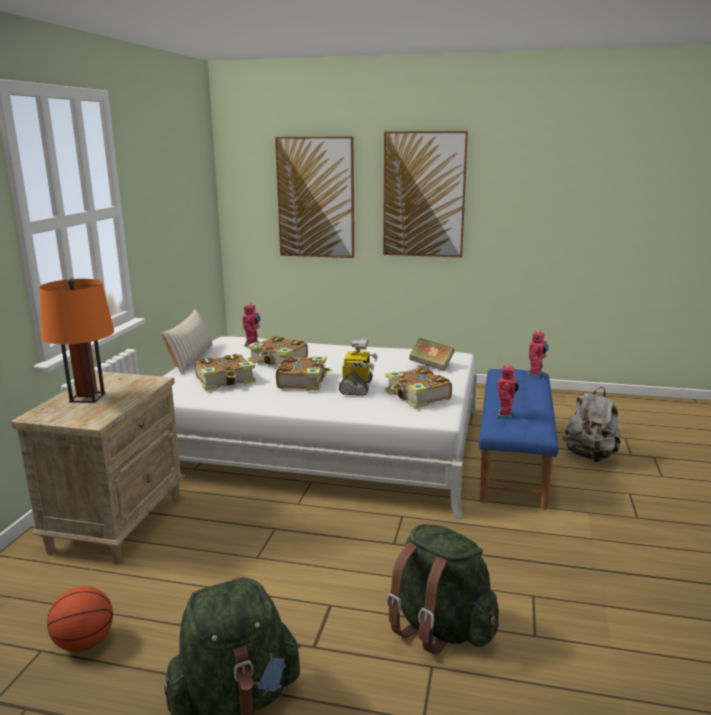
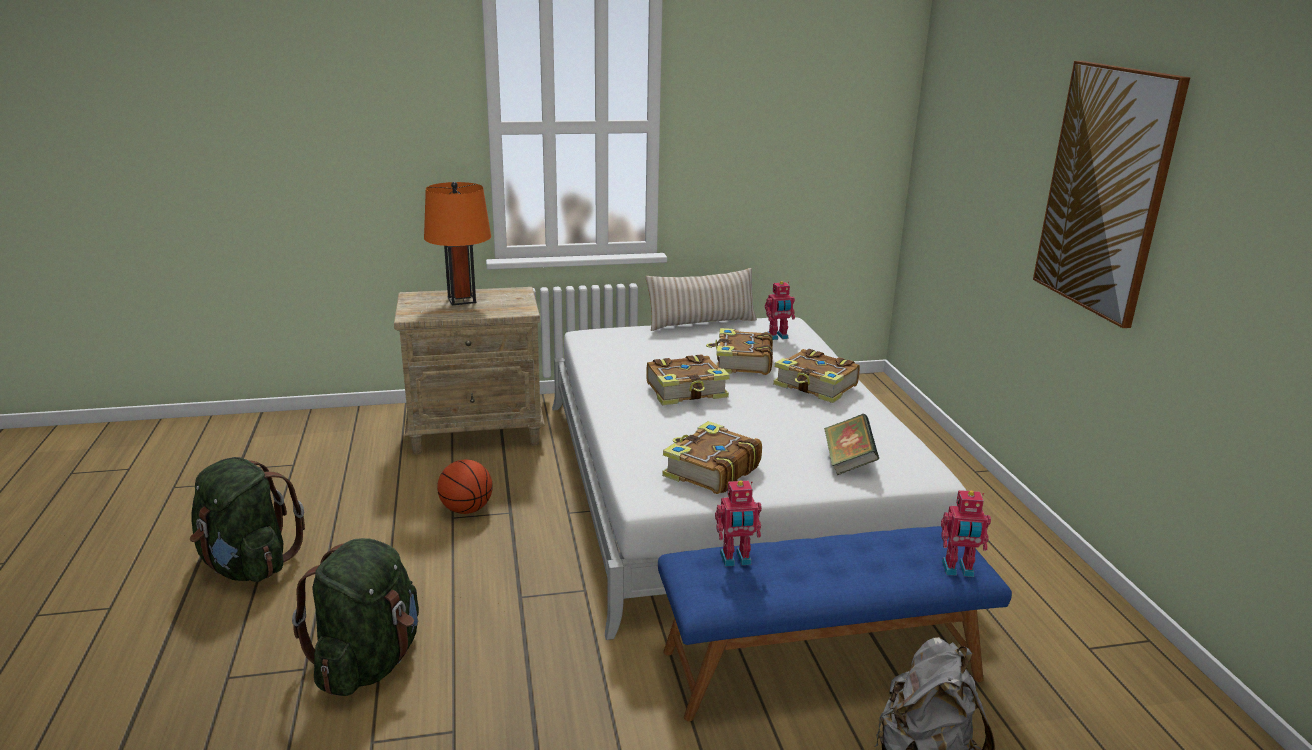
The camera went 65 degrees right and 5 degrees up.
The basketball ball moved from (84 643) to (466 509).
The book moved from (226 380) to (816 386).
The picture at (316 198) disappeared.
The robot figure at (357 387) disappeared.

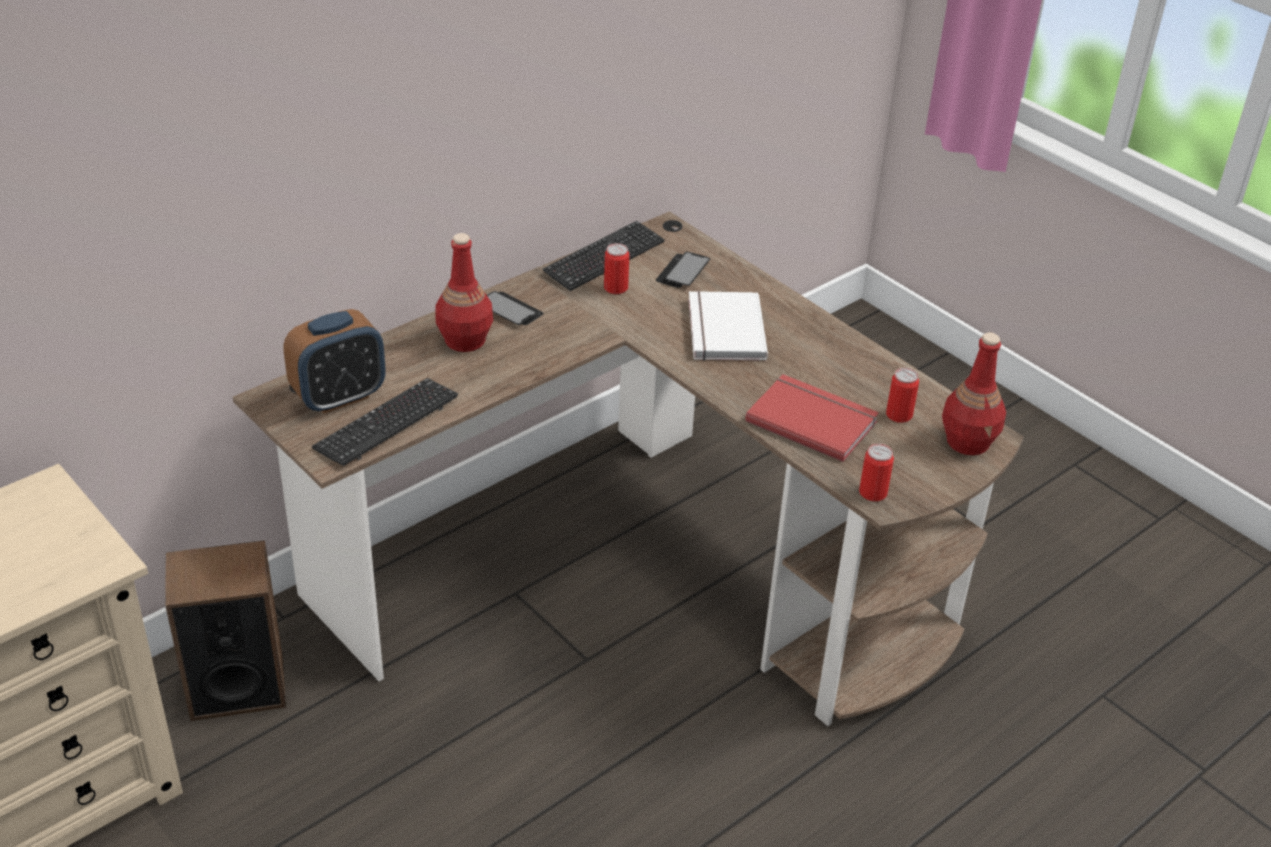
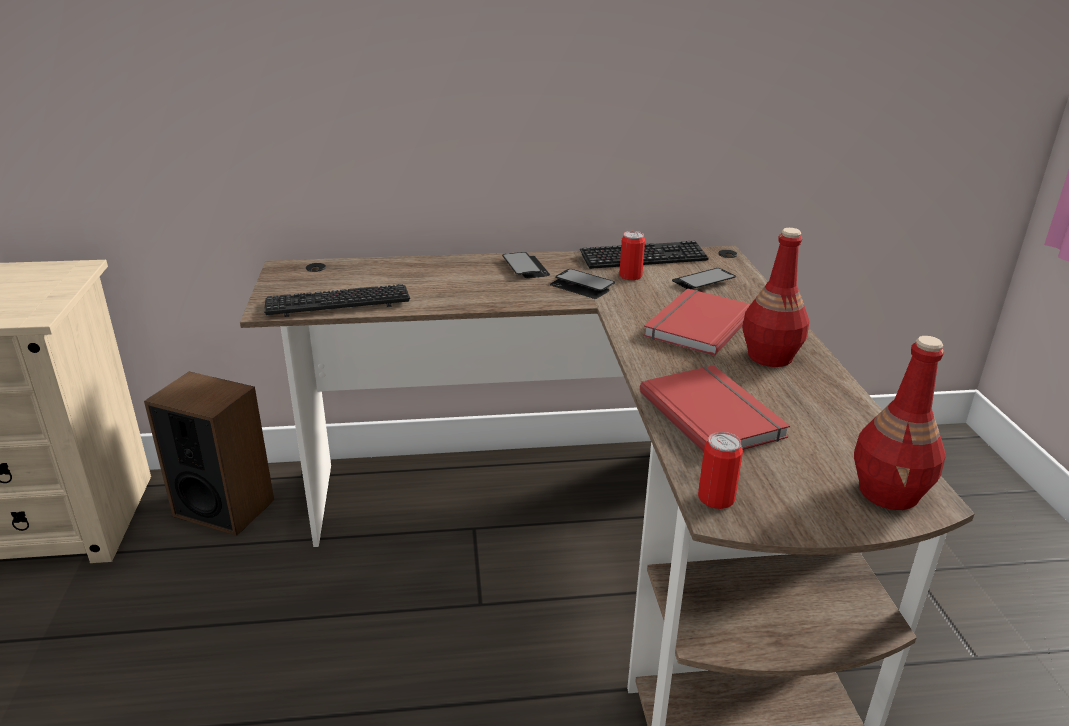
The camera went 35 degrees right and 10 degrees down.
The table clock at (339 397) disappeared.
The bottle (red) moved from (464 341) to (769 357).
The book (whitish) at (722 330) became the book (red) at (696 325).
The metal can at (899 415) disappeared.
The telephone at (582 286) appeared.

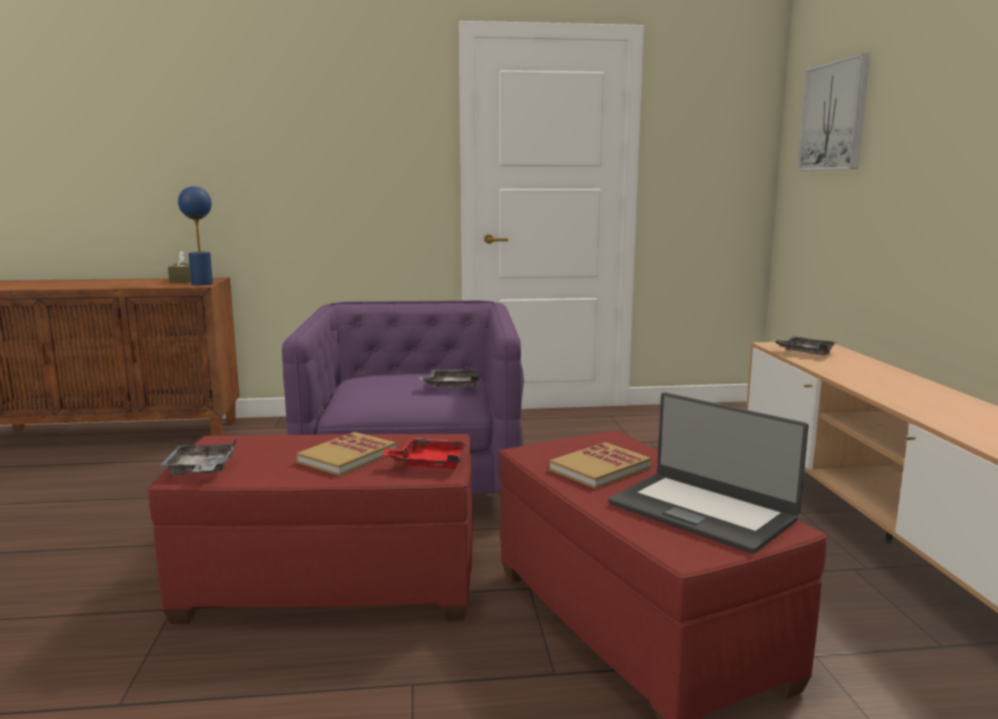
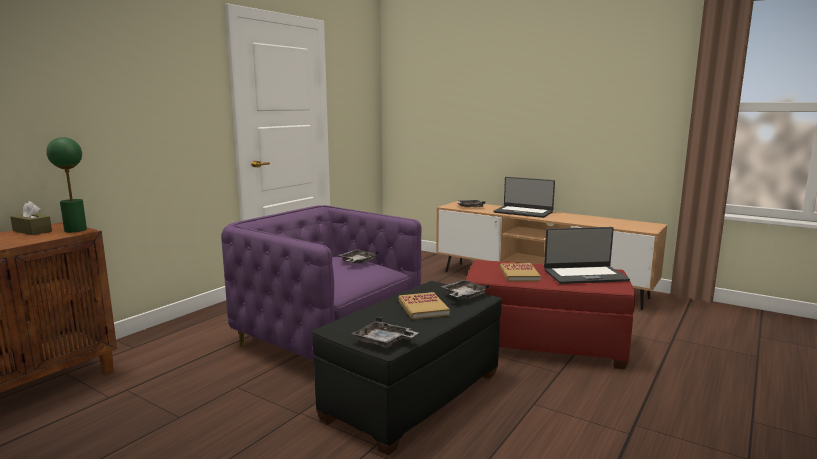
The camera went 50 degrees left and 0 degrees up.
The pouffe (red) at (331 586) became the pouffe (black-coloured) at (414 395).
The table lamp (blue) at (201 284) became the table lamp (green-coloured) at (75 230).
The serving tray (red) at (429 463) became the serving tray (gray) at (463 296).
The picture at (834 116) disappeared.
The laptop at (523 212) appeared.

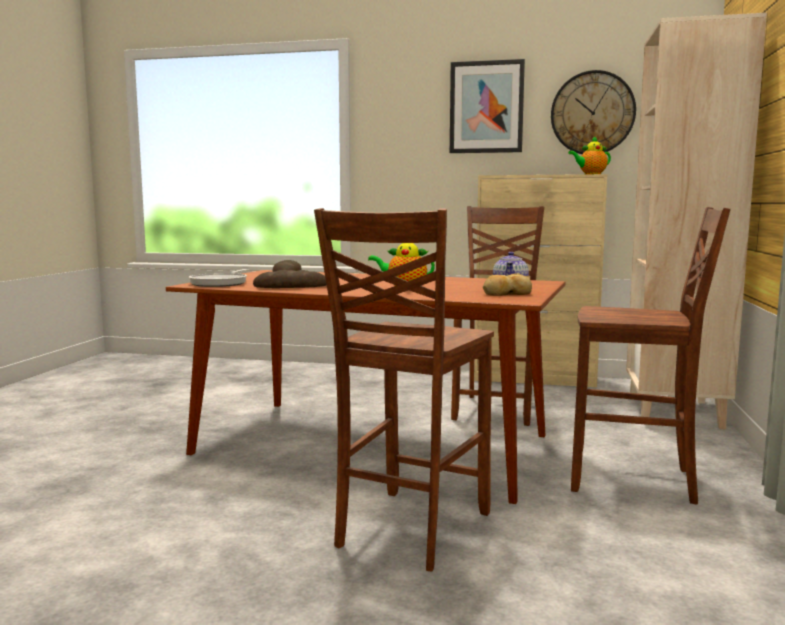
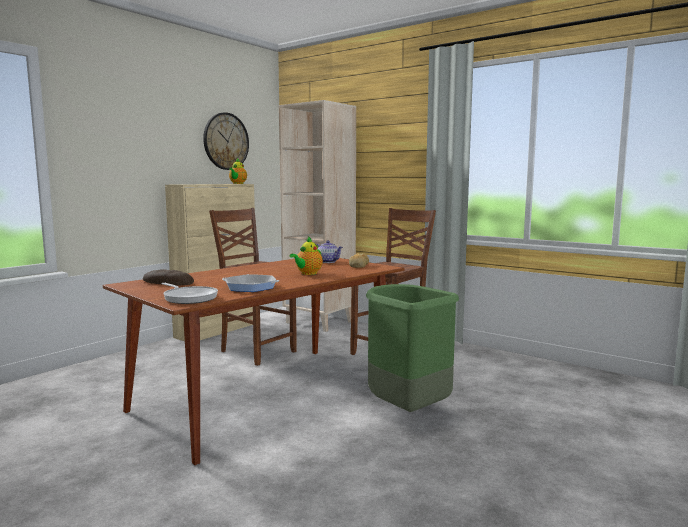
The camera went 65 degrees left and 0 degrees up.
The bread at (291 286) was replaced by the skillet at (250 287).
The upright chair (brown) at (409 530) was replaced by the waste bin (green-coloured) at (406 410).
The picture at (486 107) disappeared.

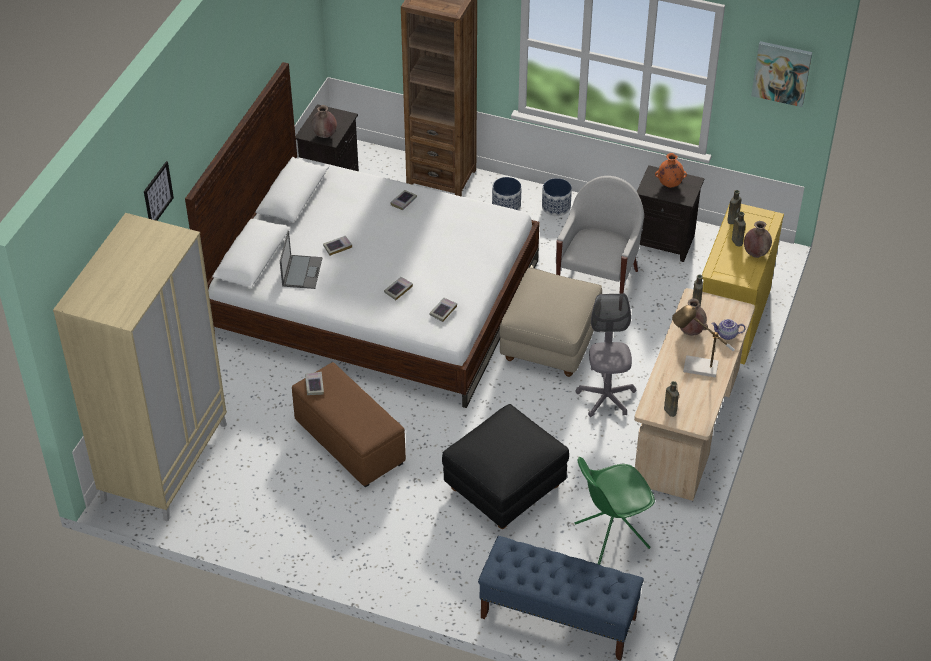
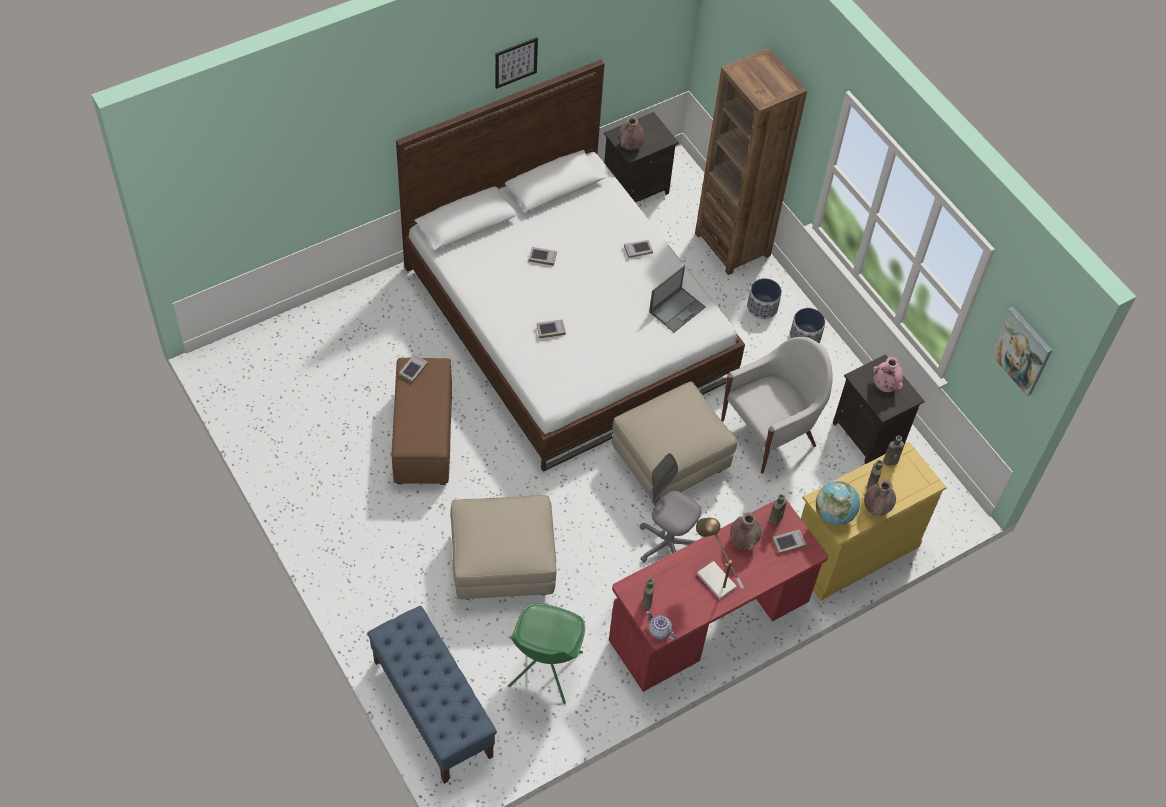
The camera went 35 degrees right and 10 degrees up.
The clothes cupboard (beige-coloured) at (165 461) disappeared.
The picture moved from (158 194) to (515 62).
The laptop moved from (302 271) to (677 309).
The book moved from (443 311) to (788 543).
The pouffe (black-coloured) at (504 489) became the pouffe (beige-coloured) at (502 565).
The upright chair (green-coloured) at (610 536) turned 90 degrees counterclockwise.
The computer chair (gray) at (606 398) turned 90 degrees counterclockwise.
The desk unit (beige-coloured) at (687 427) became the desk unit (red) at (709 622).
The vase (orange) at (669 184) became the vase (pink-coloured) at (884 386).
The pot for tea moved from (727 335) to (659 631).
The globe at (834 514) appeared.

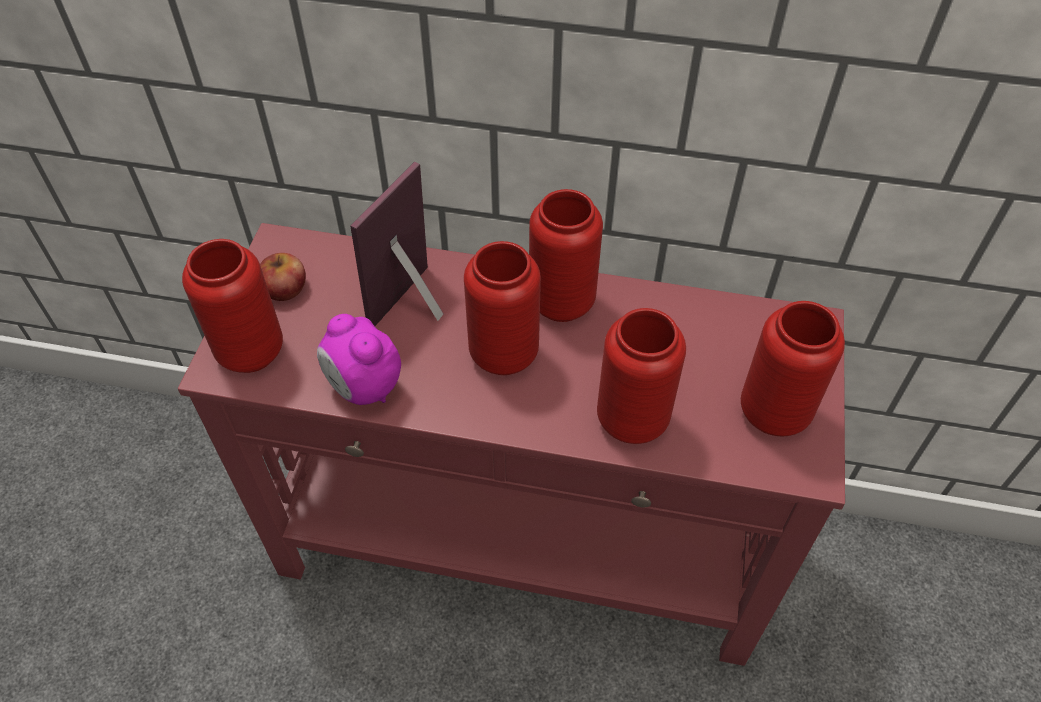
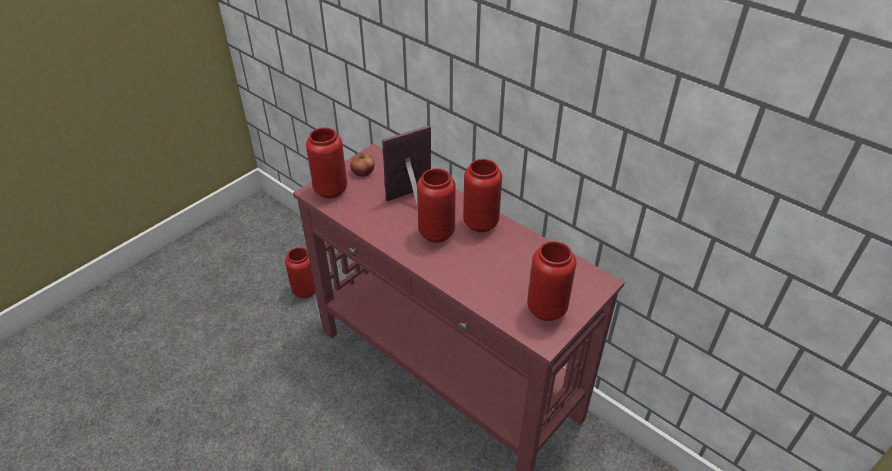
The camera went 30 degrees right and 10 degrees down.
The table clock at (364 387) disappeared.
The vase (red) moved from (632 420) to (305 291).

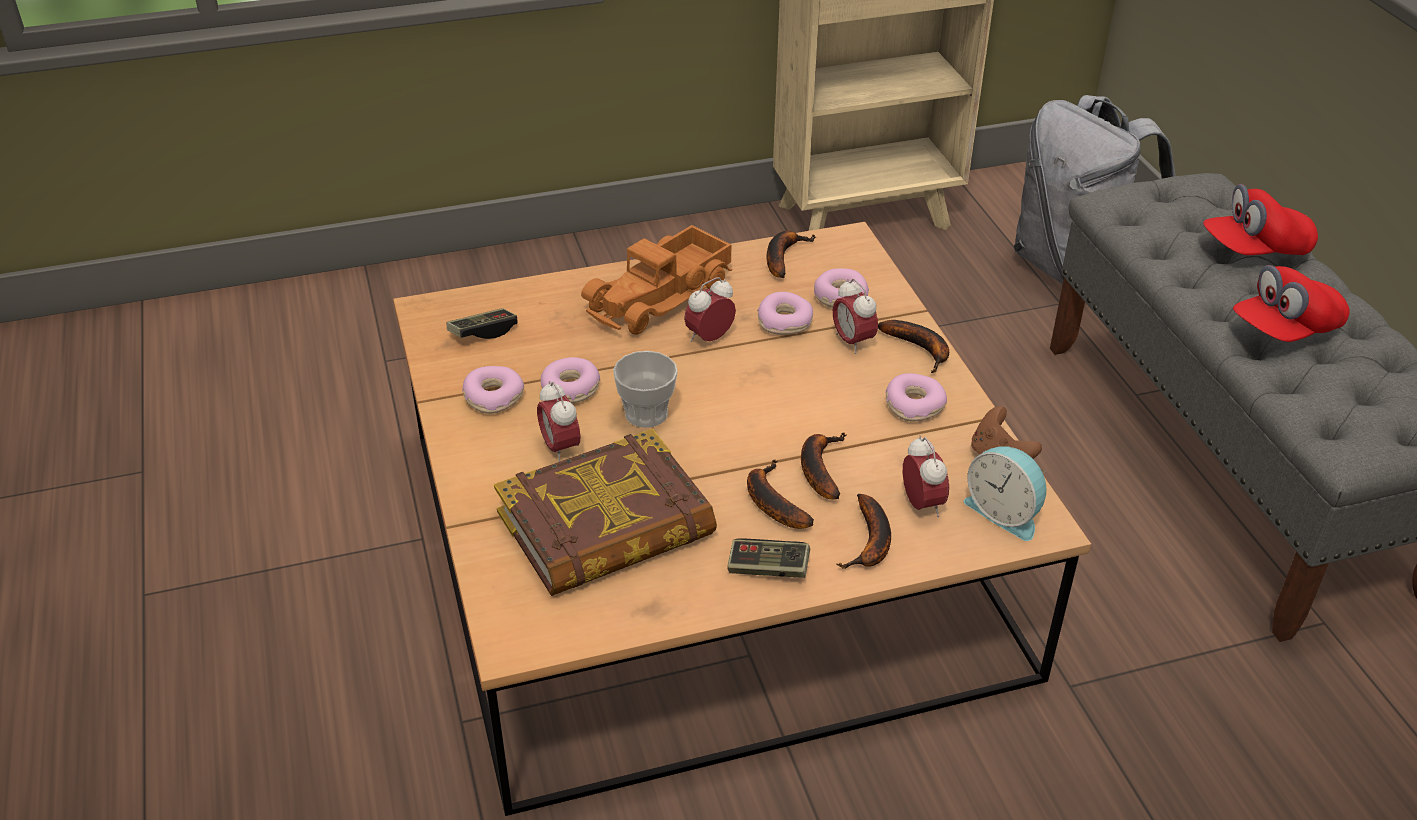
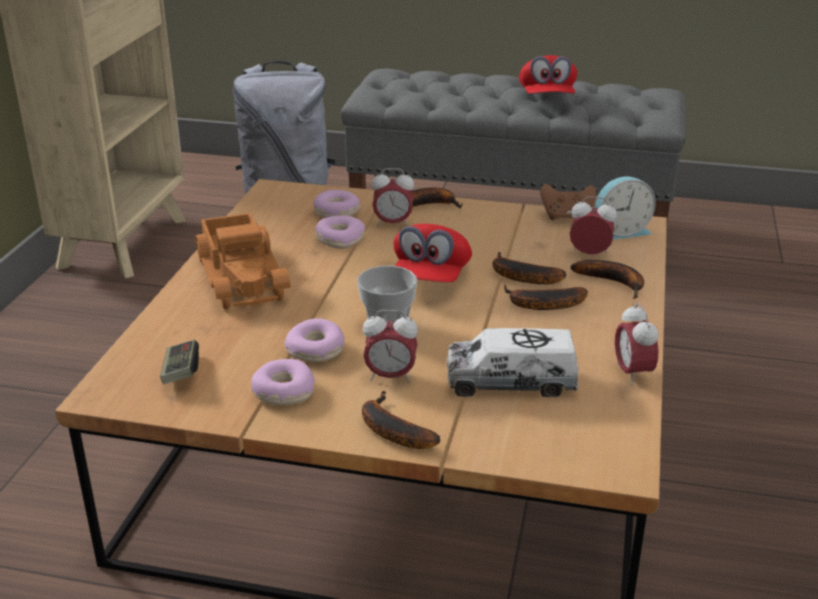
The camera went 60 degrees left and 10 degrees down.
The book at (606 526) was replaced by the model truck at (510 381).
The table clock moved from (709 338) to (632 373).
The joypad at (768 568) disappeared.
The banana fruit moved from (782 256) to (390 430).
The doughnut at (914 405) disappeared.
The peaked cap (red) moved from (1254 249) to (431 278).

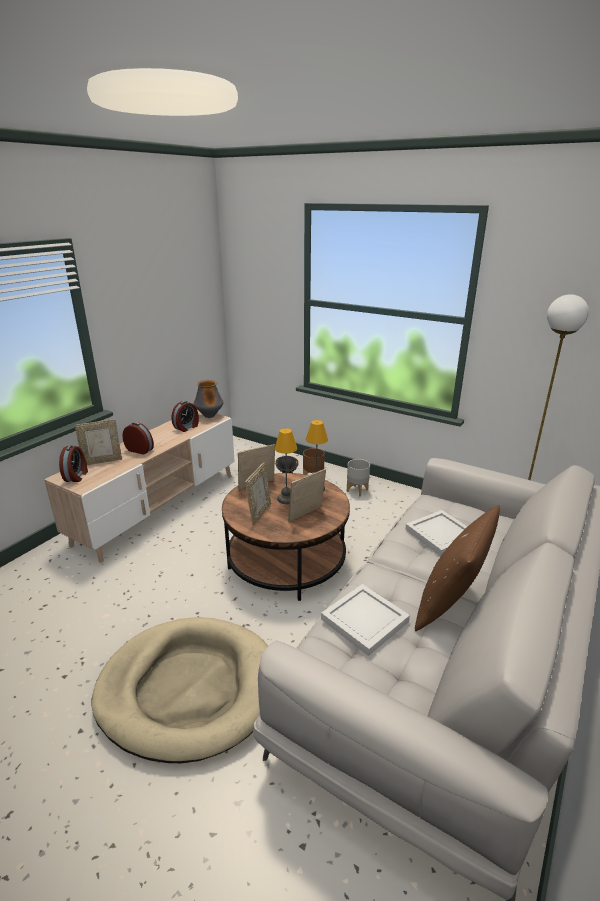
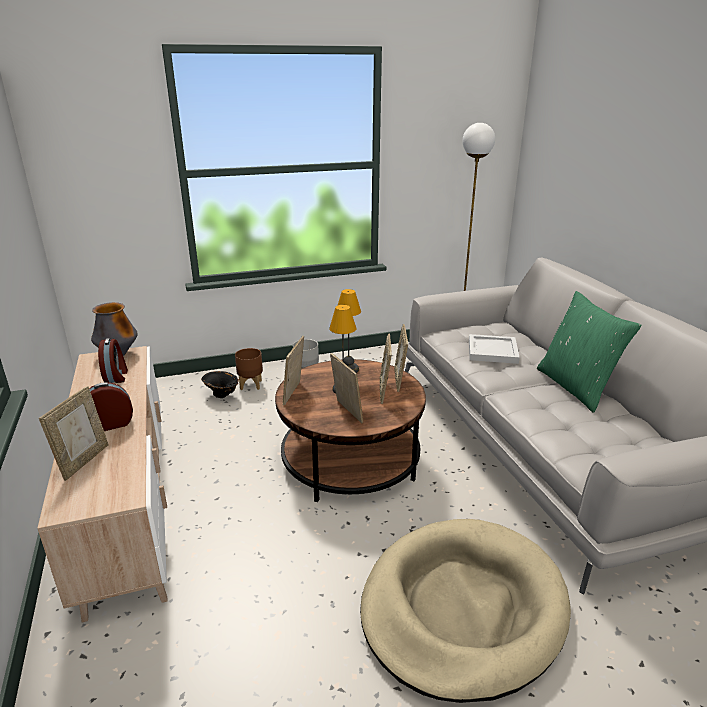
The camera went 50 degrees left and 0 degrees up.
The table clock at (76 476) disappeared.
The serving tray (whitish) at (364 619) disappeared.
The pillow (brown) at (450 605) became the pillow (green-coloured) at (576 387).
The photo frame at (400 380) appeared.

